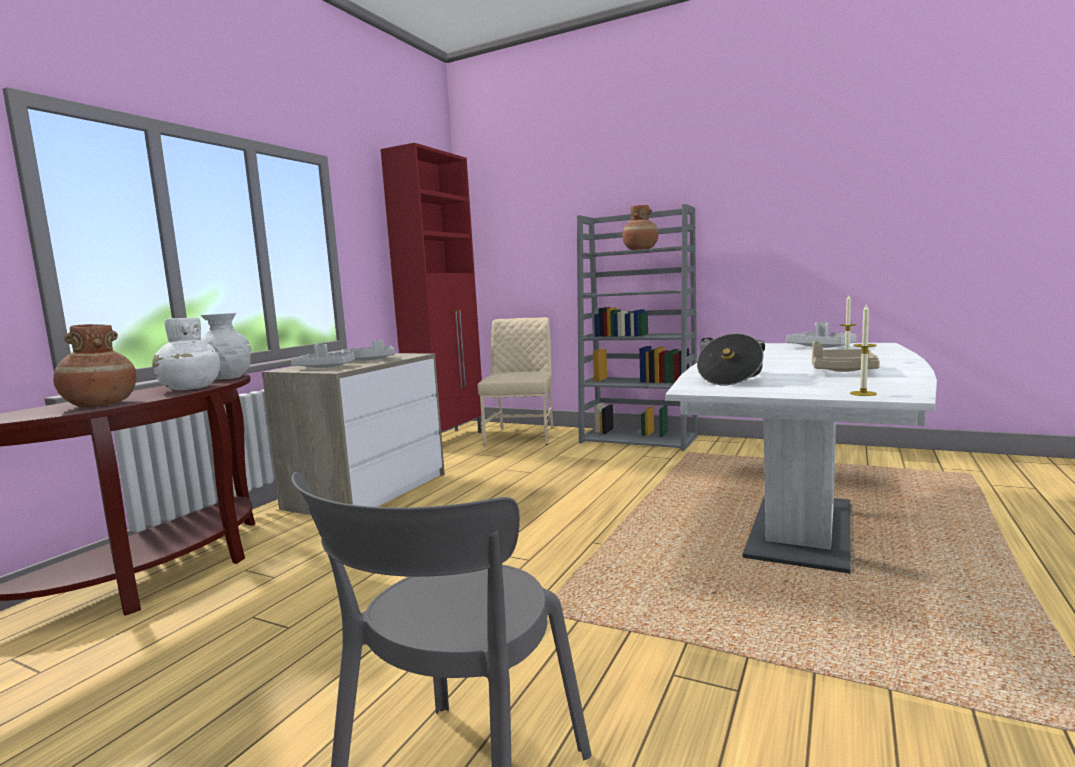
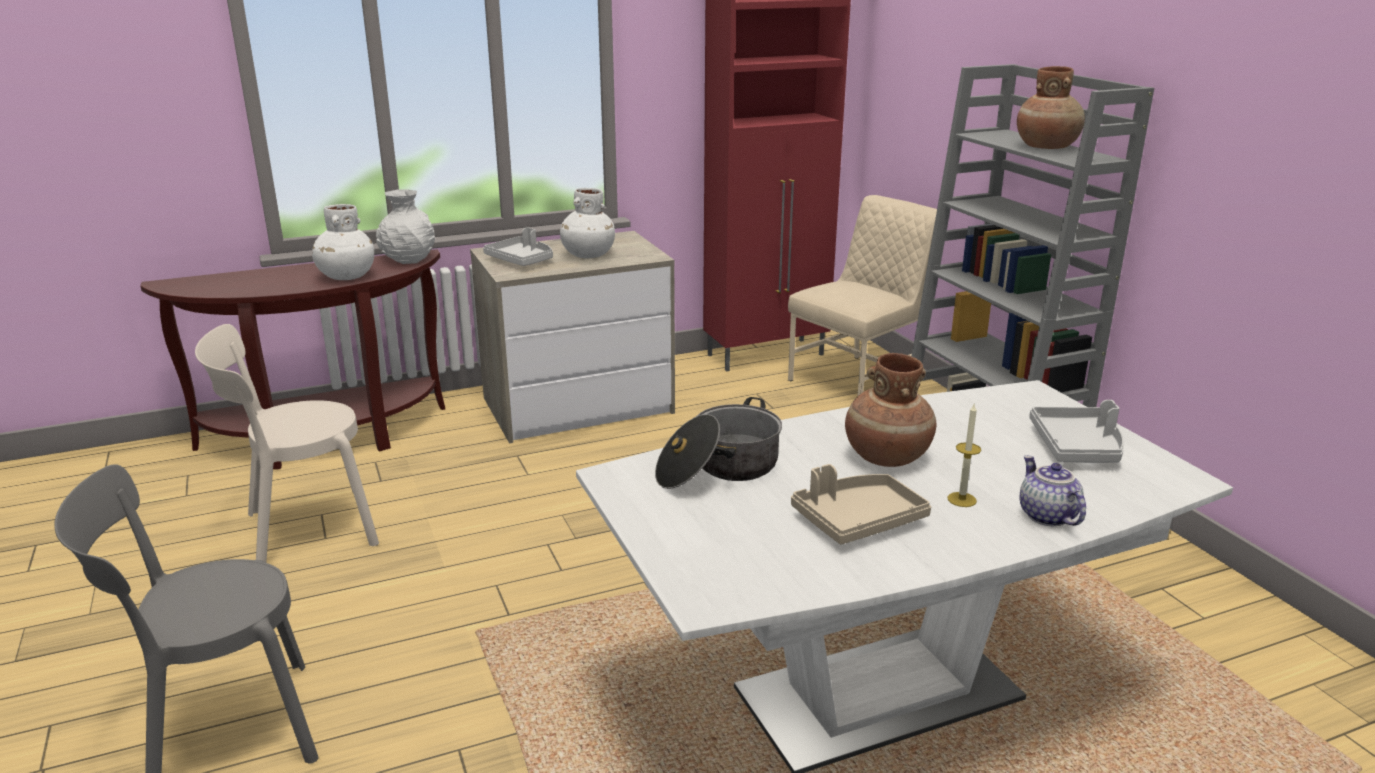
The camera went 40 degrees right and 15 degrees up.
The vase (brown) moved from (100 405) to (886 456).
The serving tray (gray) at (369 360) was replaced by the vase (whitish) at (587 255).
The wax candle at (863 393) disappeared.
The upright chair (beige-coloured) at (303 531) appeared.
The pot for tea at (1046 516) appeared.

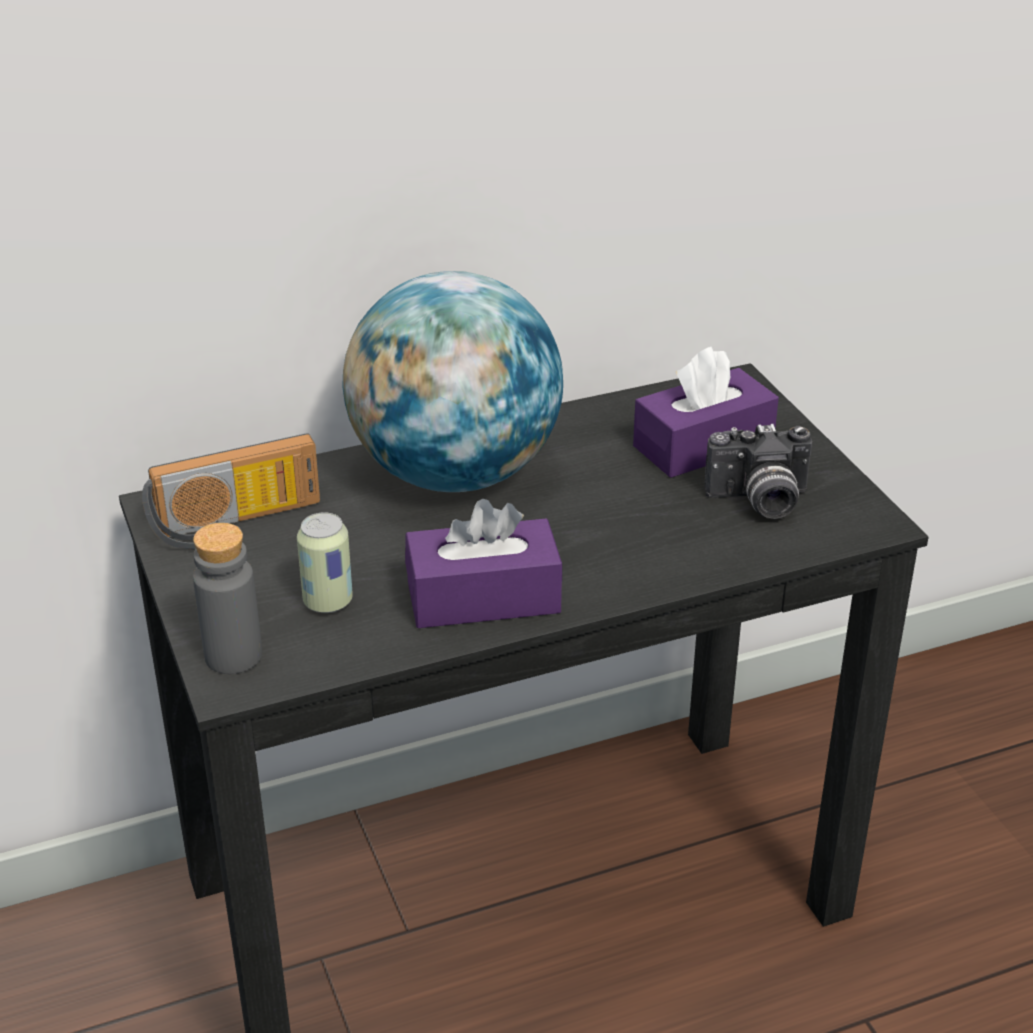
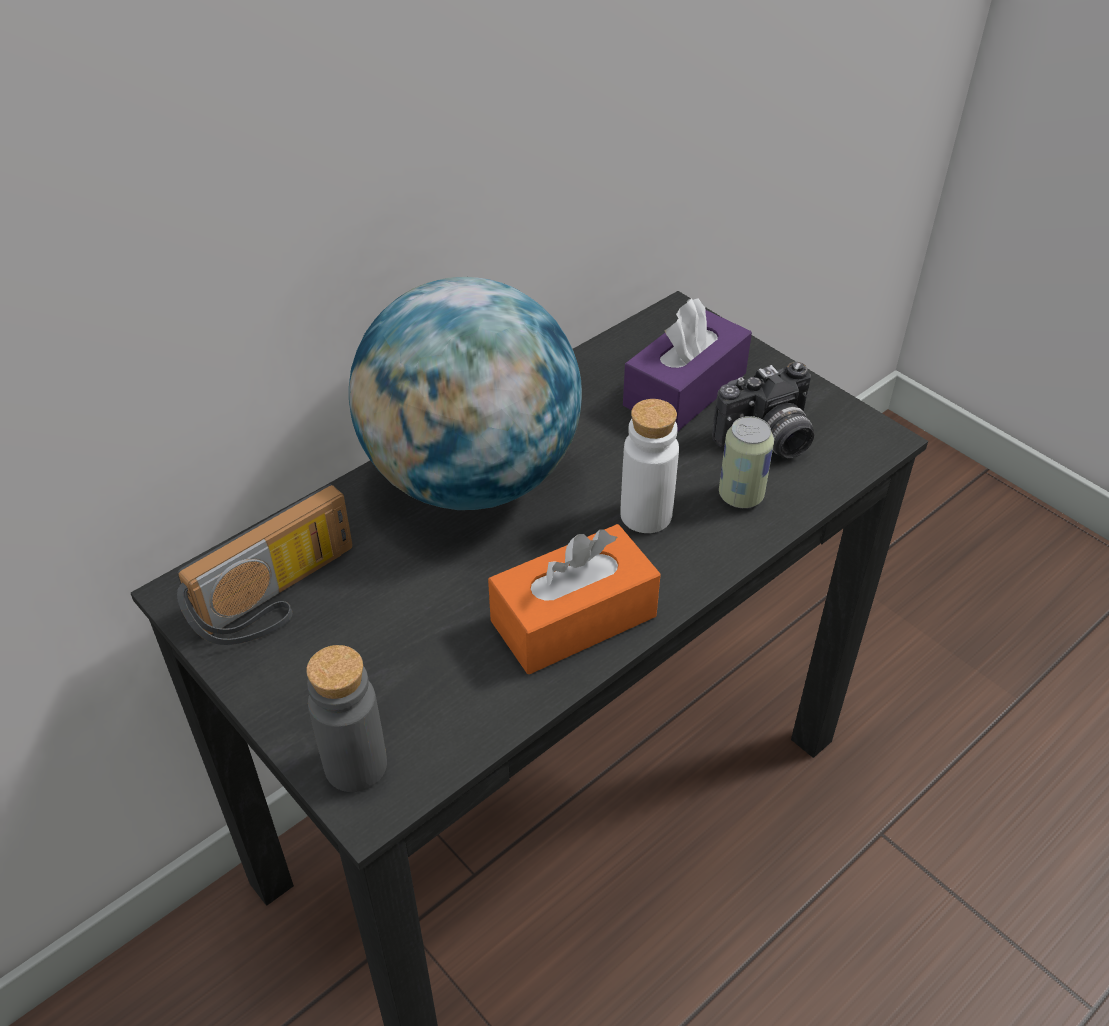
The camera went 20 degrees left and 10 degrees up.
The metal can moved from (328 601) to (741 495).
The tissue box (purple) at (483 597) became the tissue box (orange) at (573 618).
The bottle (whitish) at (646 515) appeared.

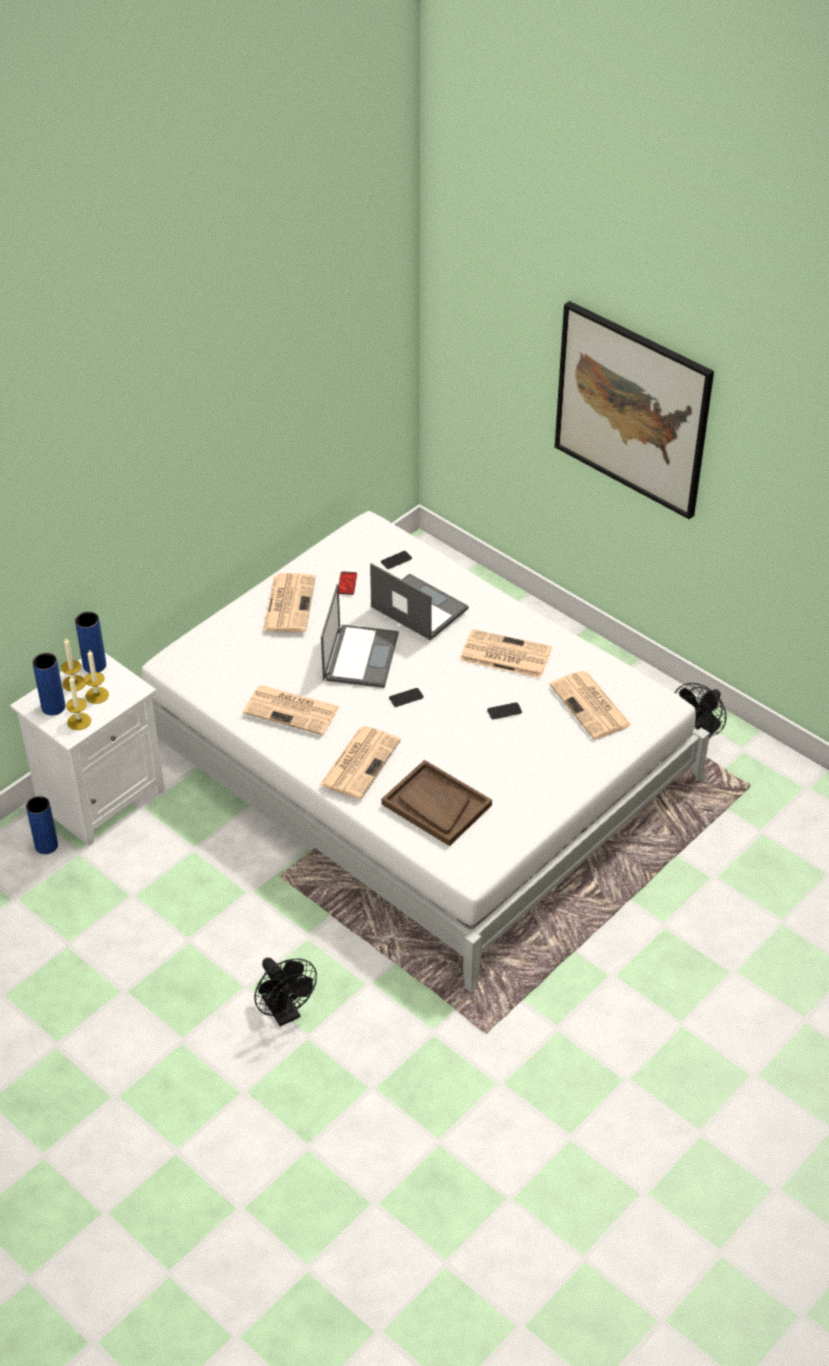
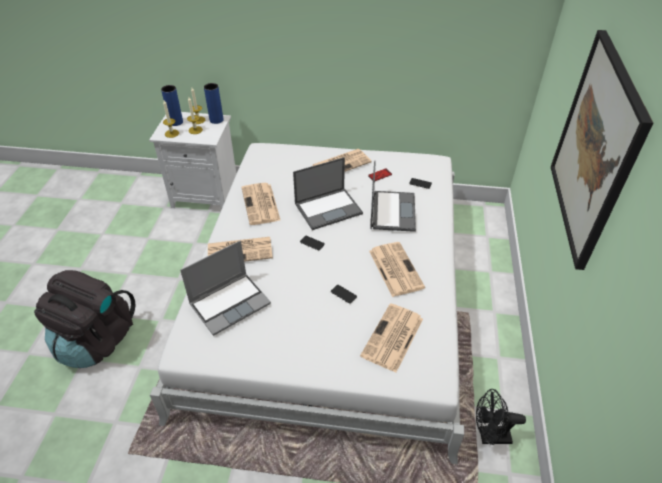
The camera went 55 degrees right and 0 degrees up.
The vase (blue) at (46 846) disappeared.
The fan (black-coloured) at (285 1013) was replaced by the backpack (black-coloured) at (96 340).
The serving tray (brown) at (436 805) was replaced by the laptop at (230 303).

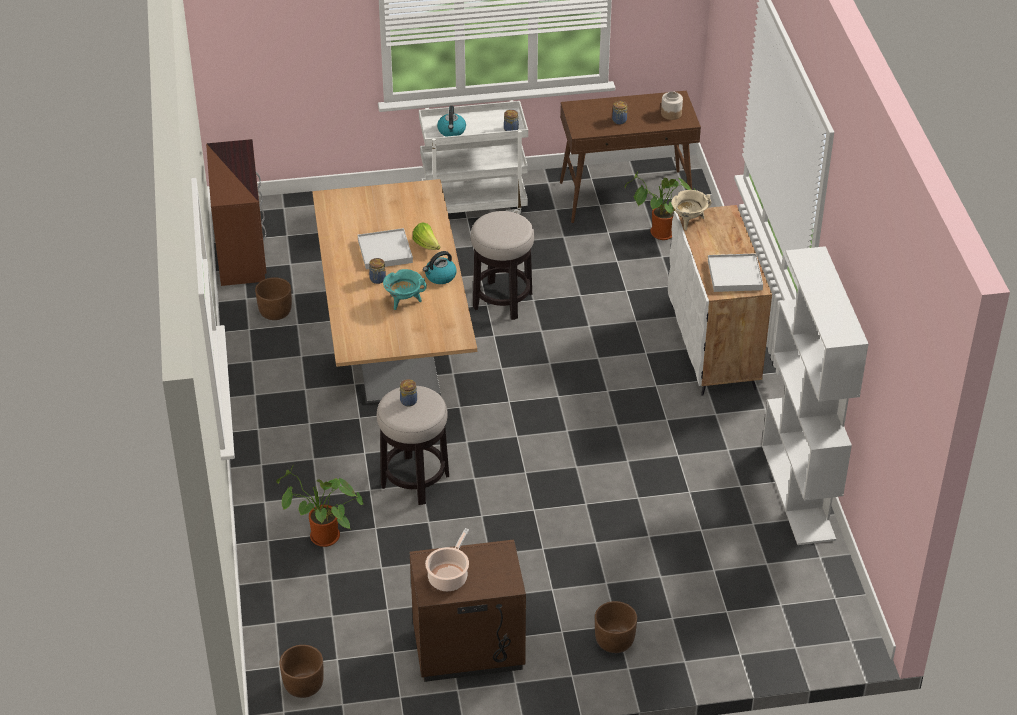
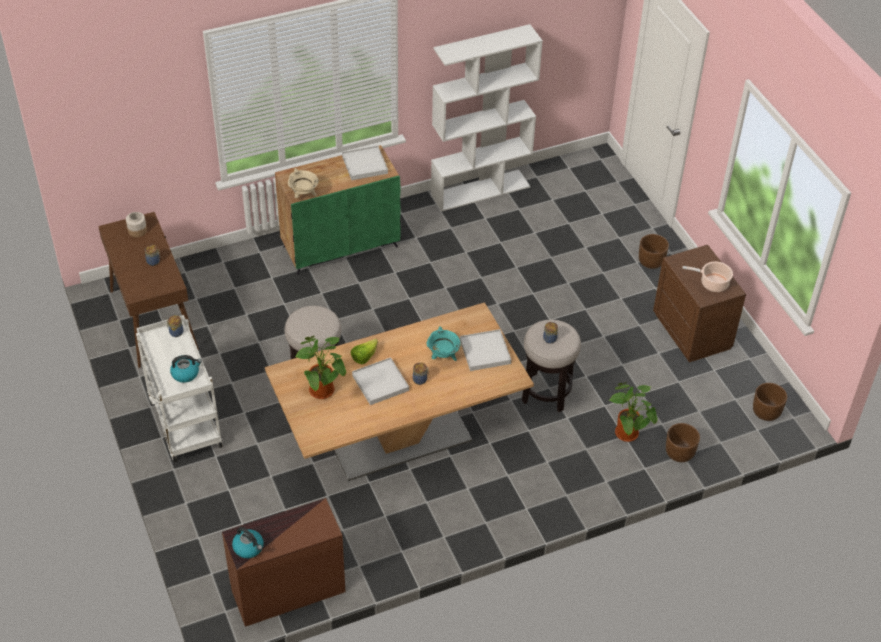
The camera went 105 degrees left and 5 degrees up.
The plant pot (brown) moved from (275 312) to (680 453).
The water kettle moved from (440 276) to (249 548).
The houseplant moved from (660 234) to (324 392).
The cabinet (whitish) at (713 347) became the cabinet (green-coloured) at (341 246).
The serving tray (whitish) at (485 352) appeared.

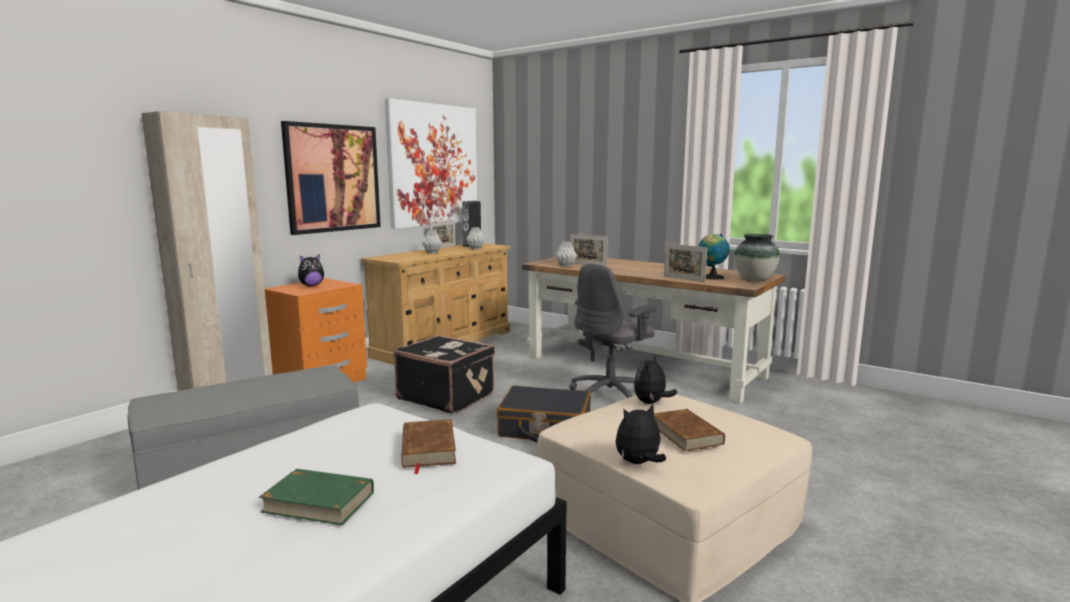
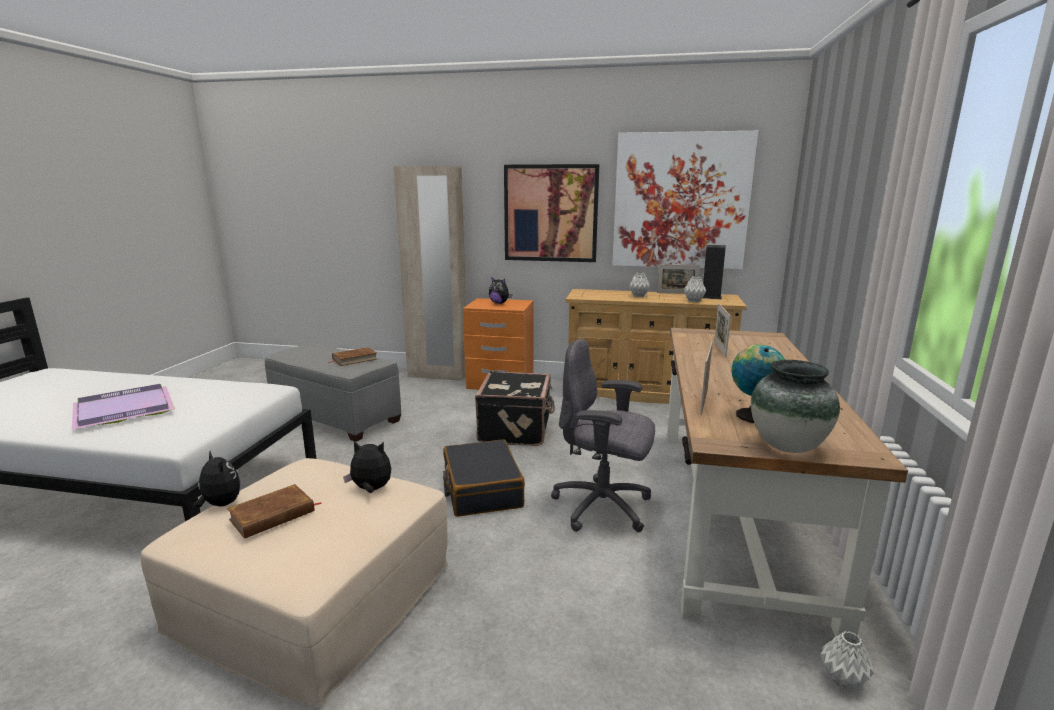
The camera went 65 degrees right and 5 degrees up.
The book (green-coloured) at (318 502) was replaced by the serving tray (purple) at (126 409).
The book (brown) moved from (427 449) to (354 359).
The vase (gray) moved from (565 266) to (841 680).

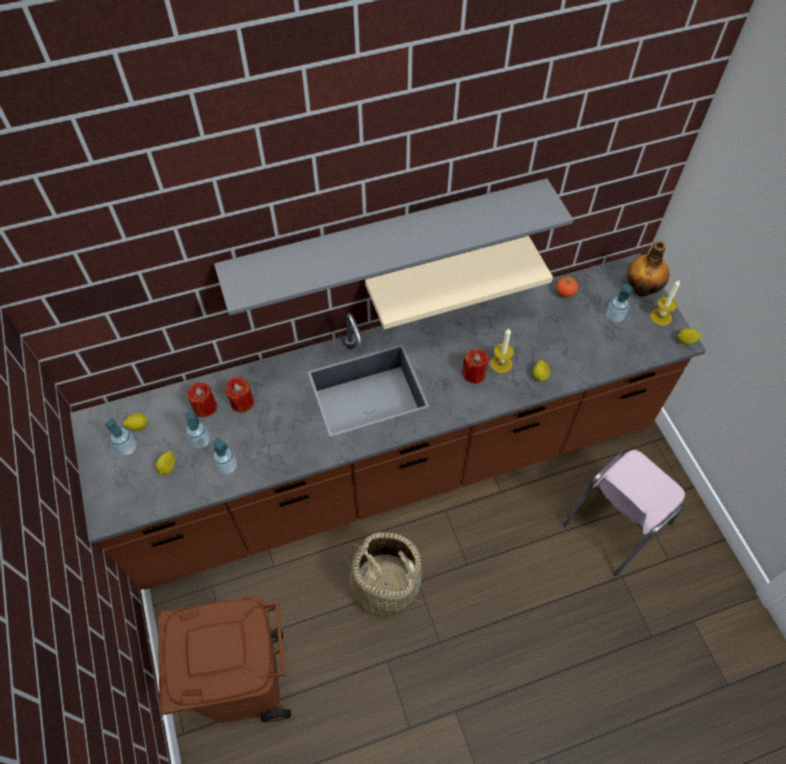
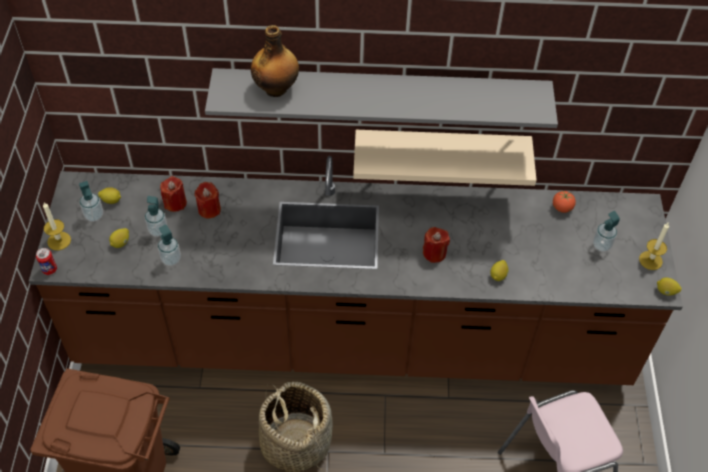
The camera went 20 degrees right and 5 degrees down.
The wax candle moved from (501 363) to (59 241).
The bottle moved from (642 288) to (276 88).
The metal can at (49 269) appeared.

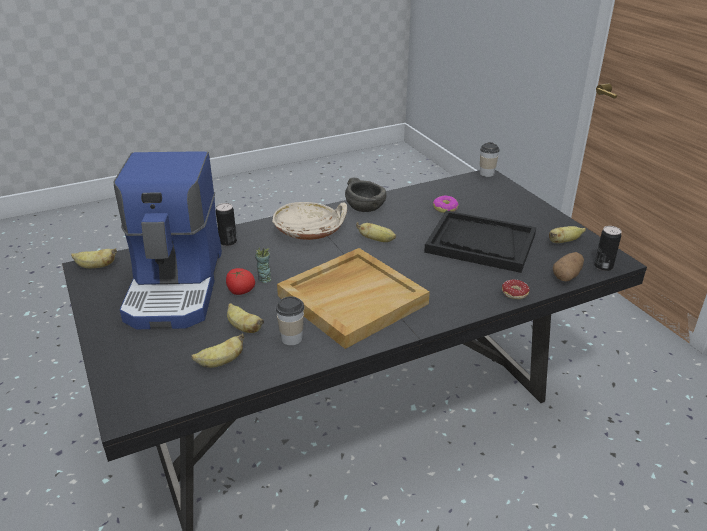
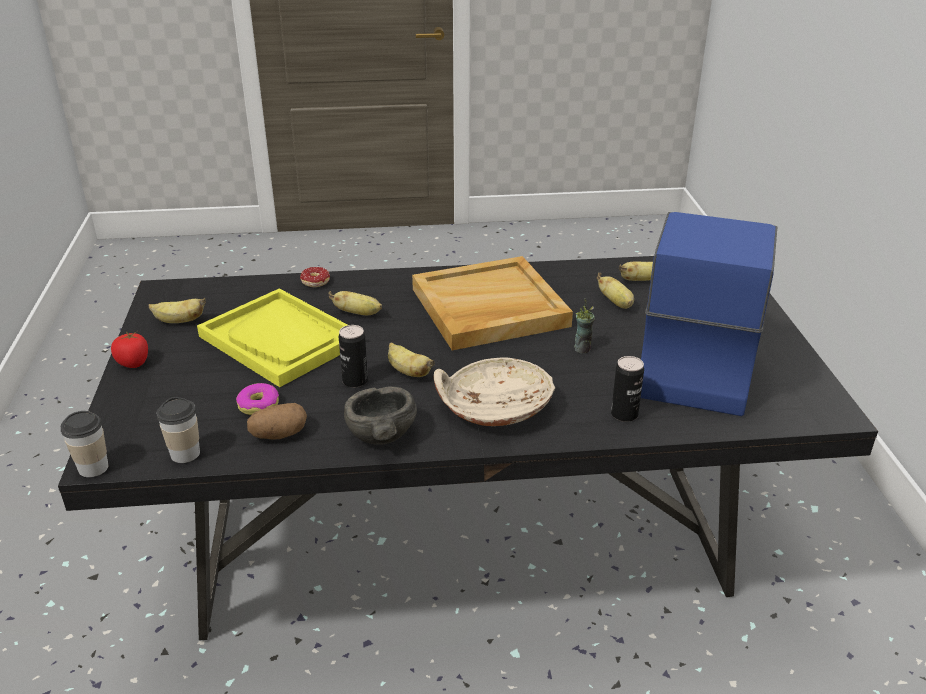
The camera went 160 degrees left and 0 degrees up.
The banana fruit moved from (95 266) to (358 313).
The tomato moved from (240 291) to (133 363).
The small cup moved from (292 338) to (185 454).
The serving tray (black-coloured) at (480 243) became the serving tray (yellow) at (280 340).
The whole potato moved from (567 276) to (279 434).
The metal can moved from (603 266) to (355 381).

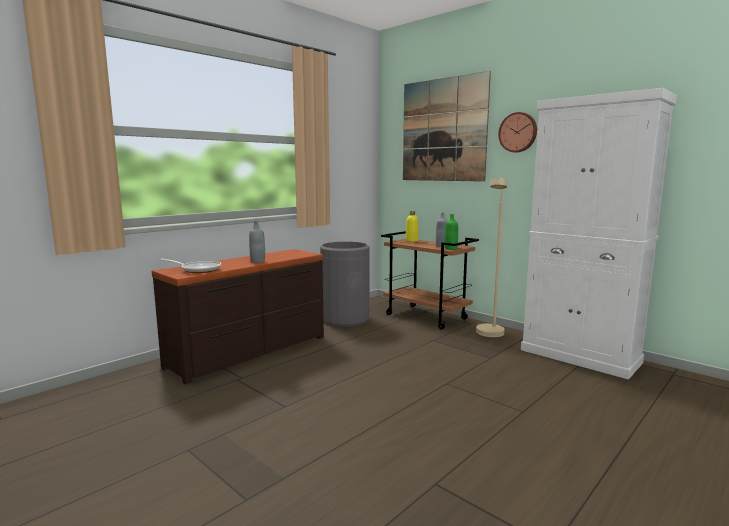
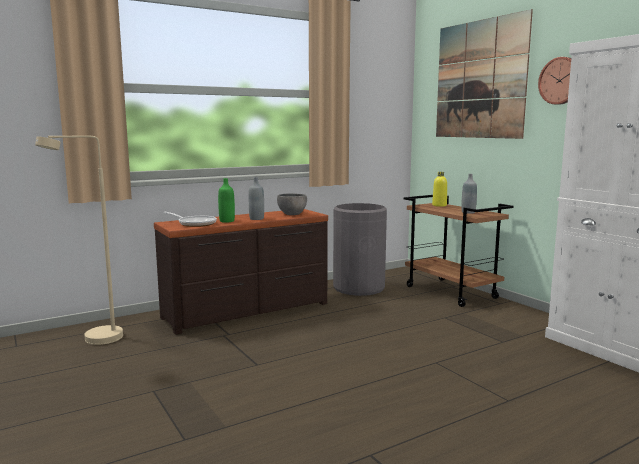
The camera went 15 degrees right and 0 degrees up.
The bottle (green-coloured) moved from (450 249) to (227 221).
The standing lamp (beige-coloured) moved from (490 335) to (95 341).
The bowl (gray) at (292 214) appeared.

